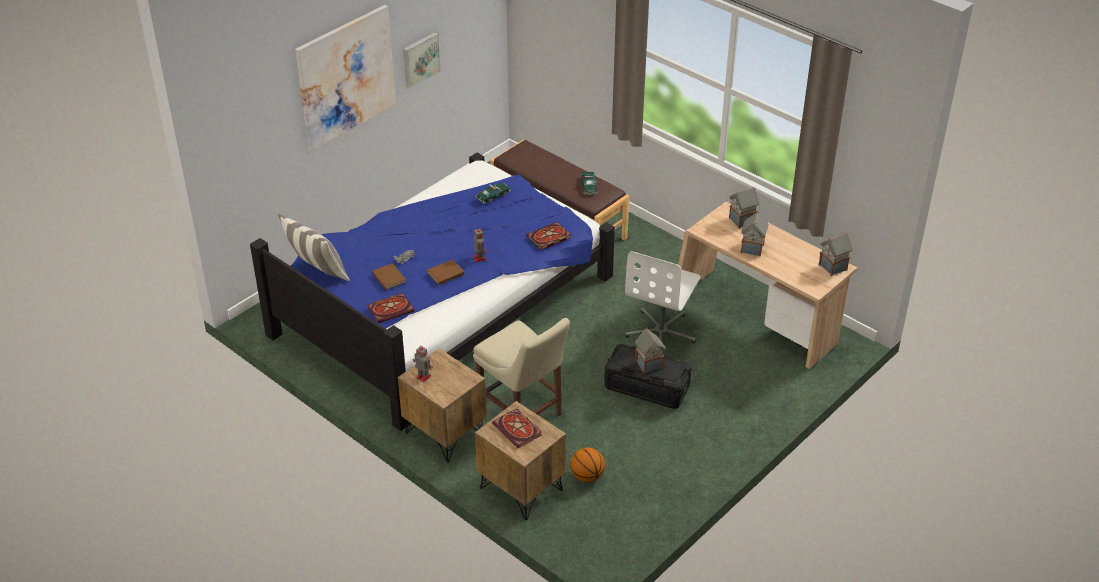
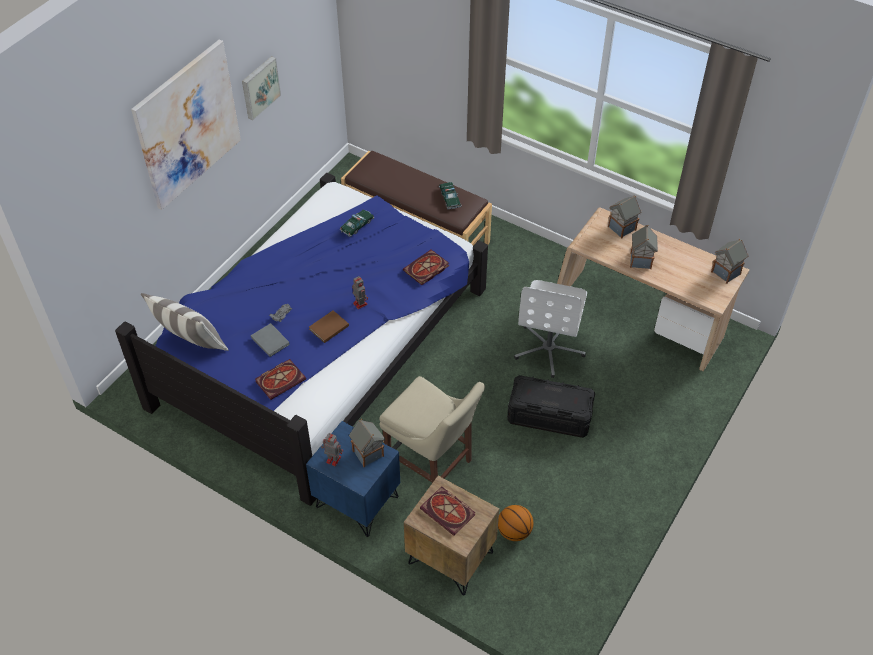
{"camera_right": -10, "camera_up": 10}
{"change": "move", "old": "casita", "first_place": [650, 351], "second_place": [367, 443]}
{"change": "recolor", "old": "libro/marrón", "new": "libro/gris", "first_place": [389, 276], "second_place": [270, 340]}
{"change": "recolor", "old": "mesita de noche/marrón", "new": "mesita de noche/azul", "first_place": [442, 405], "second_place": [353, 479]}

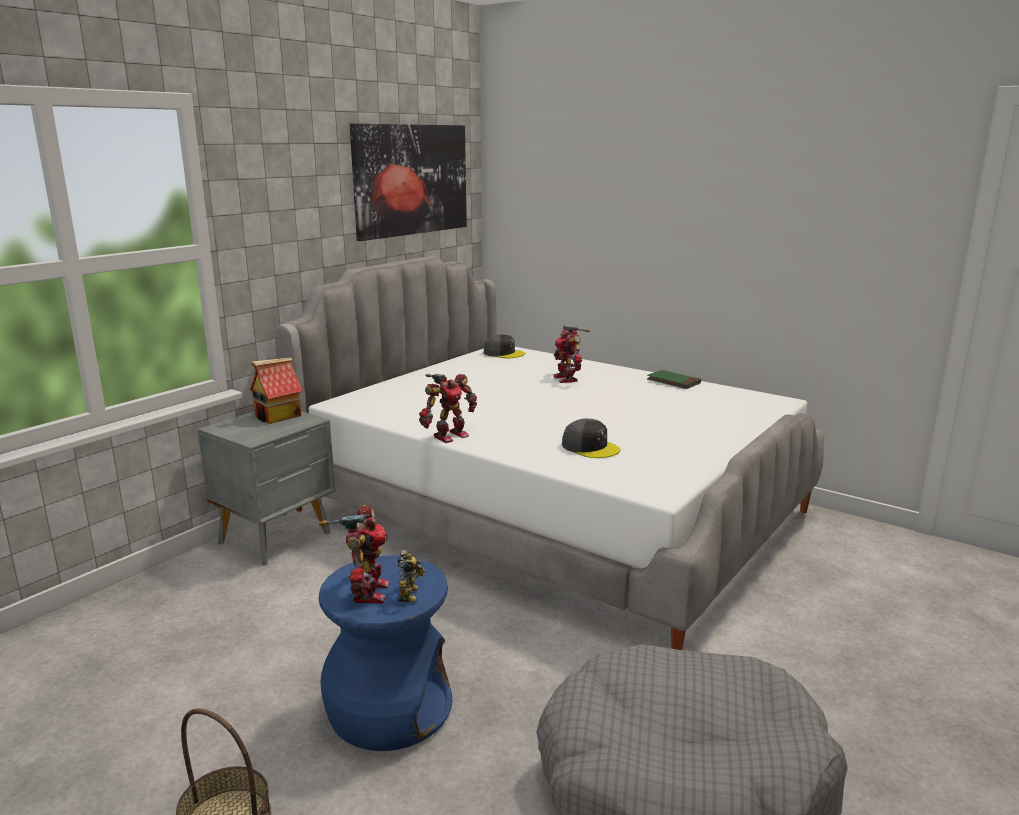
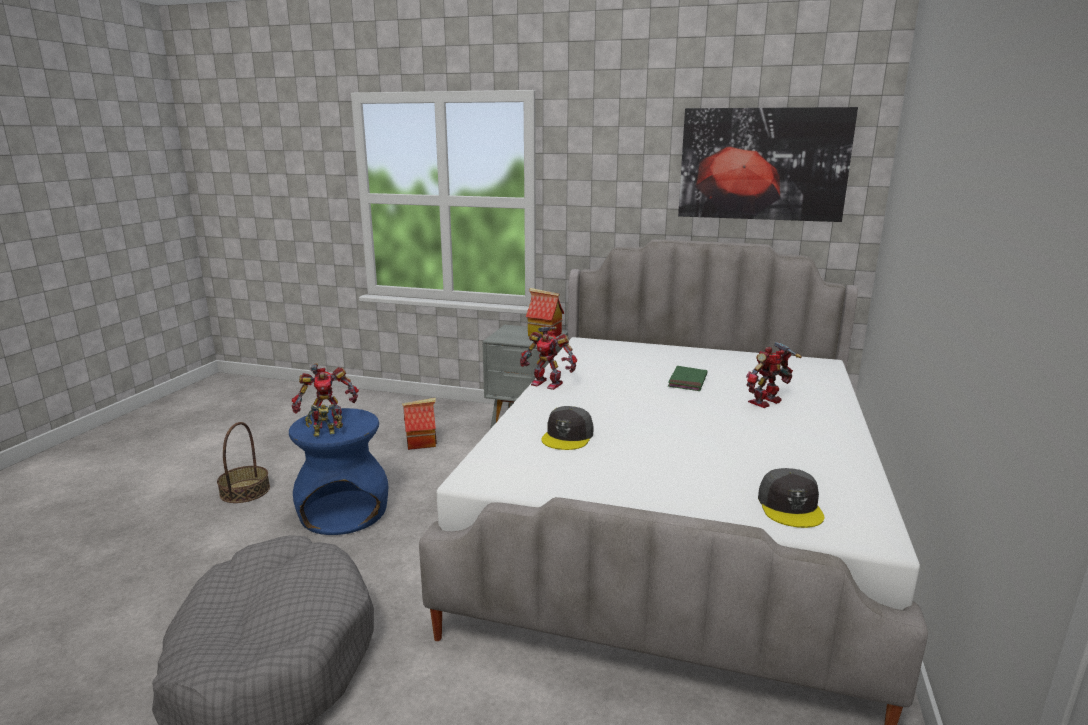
{"camera_right": 70, "camera_up": 0}
{"change": "insert", "new": "casita", "second_place": [419, 424]}
{"change": "move", "old": "gorra/gris", "first_place": [504, 346], "second_place": [791, 498]}
{"change": "move", "old": "libro/verde", "first_place": [674, 379], "second_place": [687, 378]}

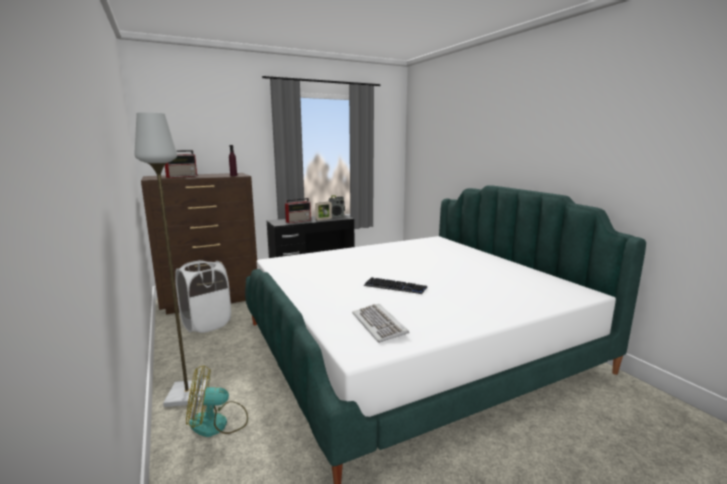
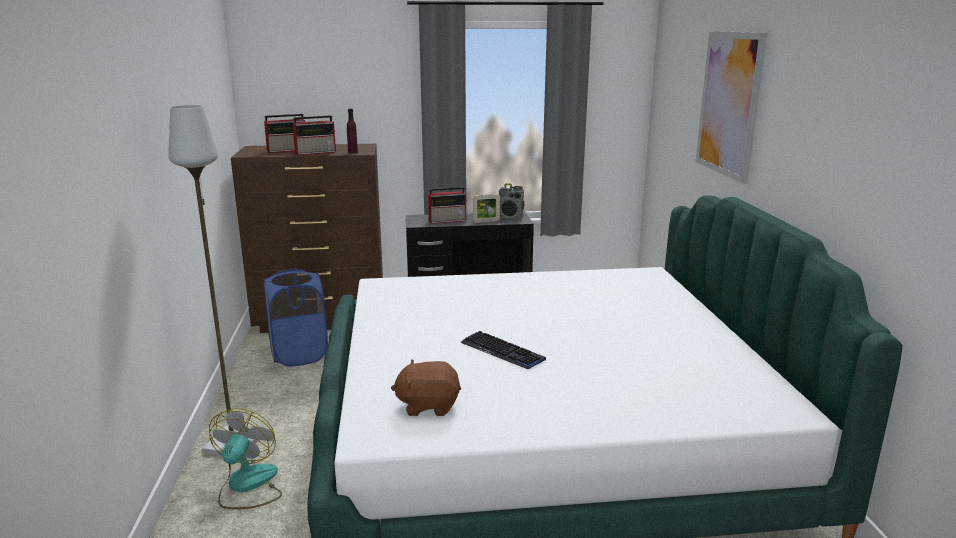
{"camera_right": 20, "camera_up": 5}
{"change": "insert", "new": "radio", "second_place": [314, 135]}
{"change": "insert", "new": "cuadro", "second_place": [731, 107]}
{"change": "replace", "old": "teclado", "new": "peluche/marrón", "first_place": [380, 323], "second_place": [426, 387]}
{"change": "recolor", "old": "cesto de la ropa/blanco", "new": "cesto de la ropa/azul", "first_place": [203, 296], "second_place": [295, 318]}
{"change": "rotate", "old": "ventilador", "first_place": [217, 401], "second_place": [245, 458], "degrees": 90}

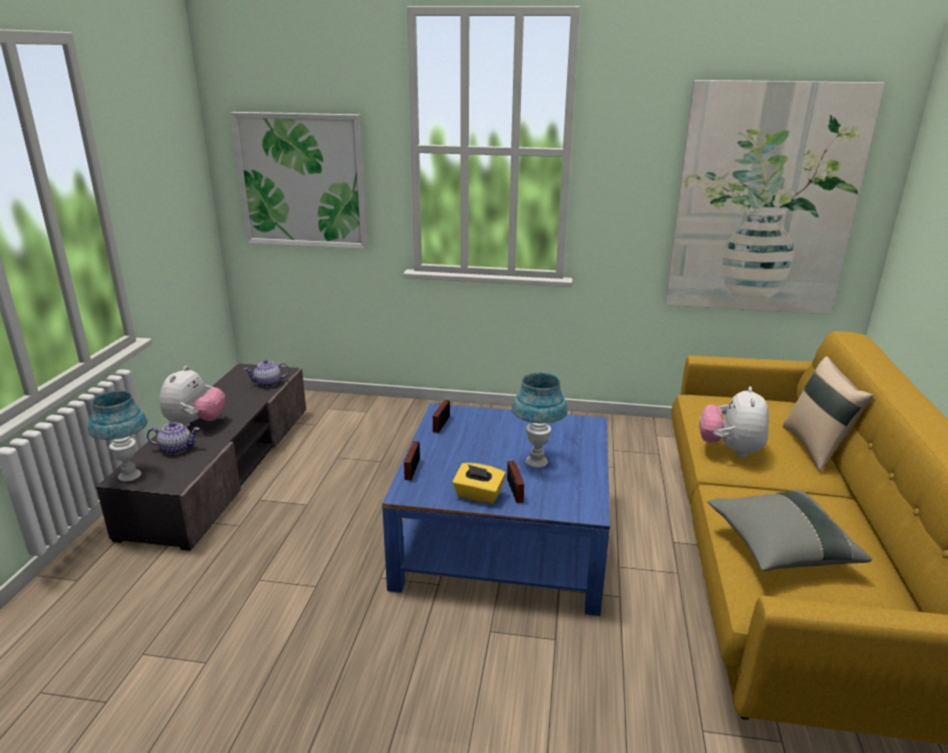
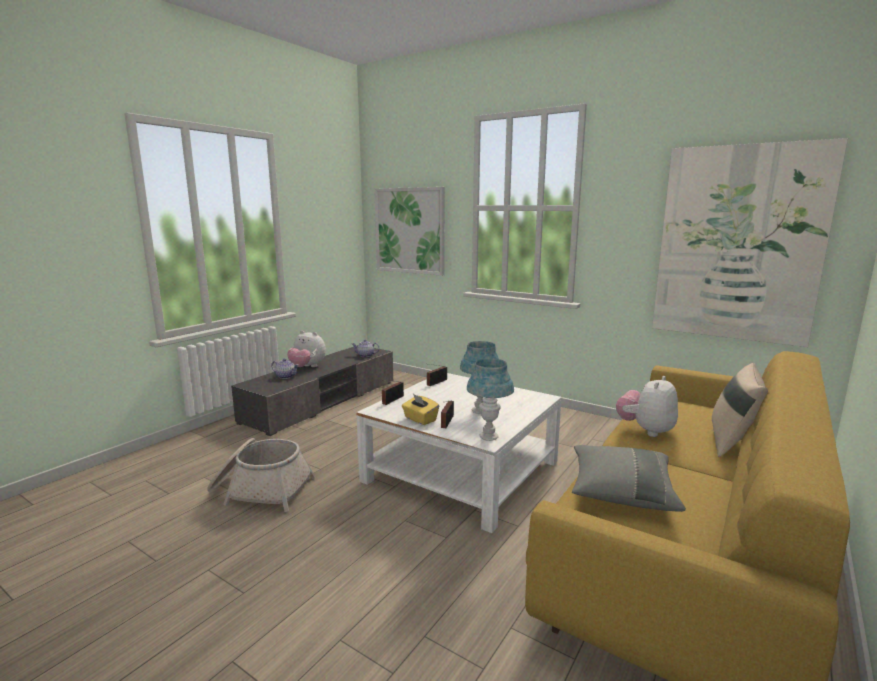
{"camera_right": 25, "camera_up": -10}
{"change": "insert", "new": "cesta", "second_place": [261, 475]}
{"change": "move", "old": "lámpara de mesa/azul", "first_place": [117, 436], "second_place": [490, 399]}
{"change": "recolor", "old": "mesa de centro/azul", "new": "mesa de centro/blanco", "first_place": [496, 509], "second_place": [459, 453]}
{"change": "rotate", "old": "peluche", "first_place": [192, 396], "second_place": [306, 349], "degrees": 75}

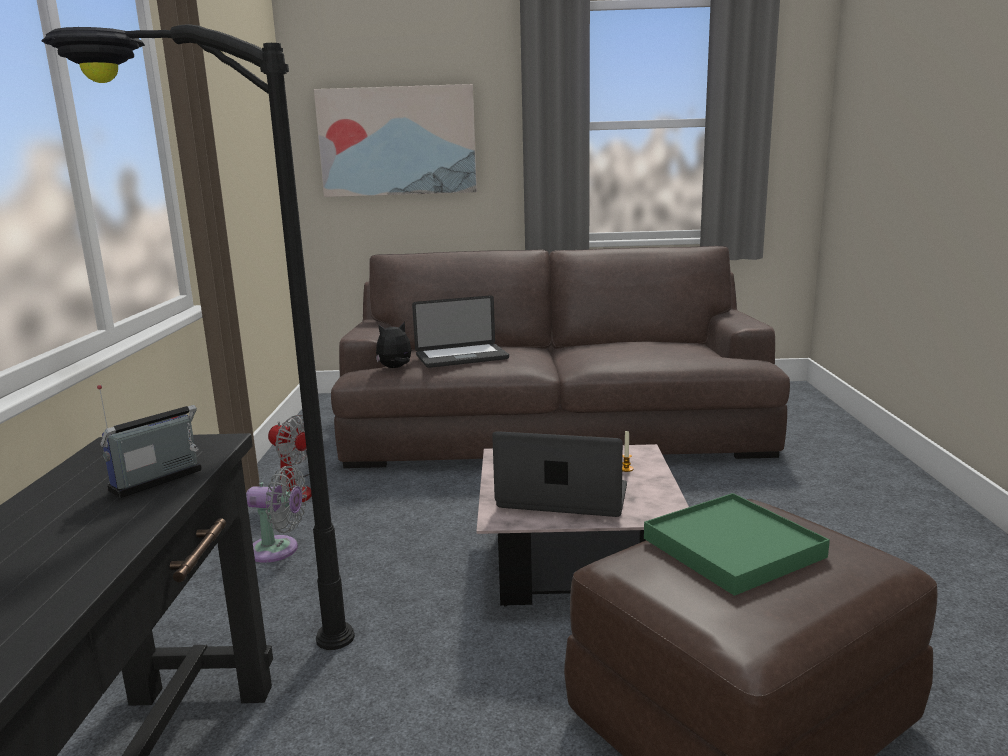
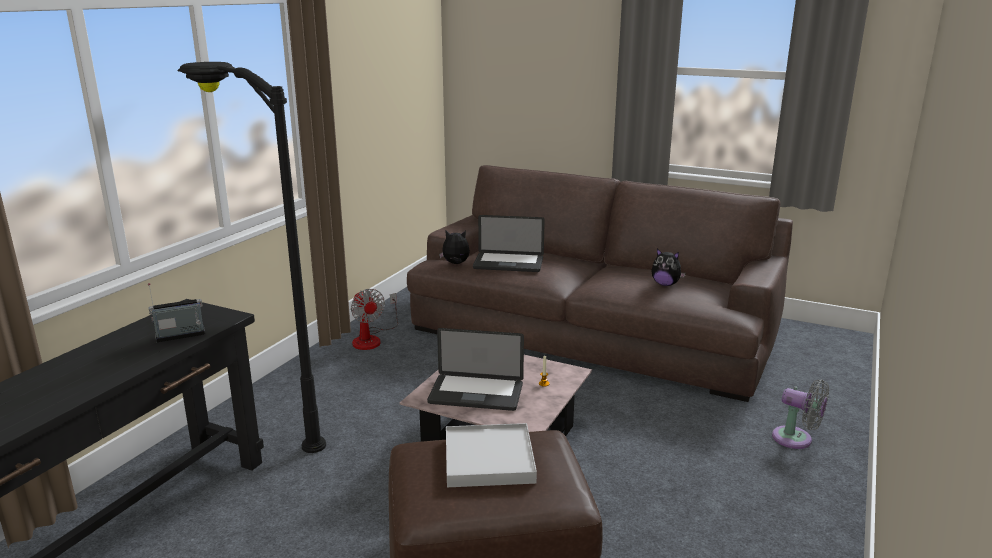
{"camera_right": 25, "camera_up": 5}
{"change": "delete", "old": "cuadro", "first_place": [395, 140]}
{"change": "insert", "new": "peluche", "second_place": [668, 267]}
{"change": "move", "old": "ventilador/gris", "first_place": [276, 514], "second_place": [800, 414]}
{"change": "recolor", "old": "bandeja/verde", "new": "bandeja/blanco", "first_place": [737, 544], "second_place": [491, 455]}
{"change": "rotate", "old": "portátil", "first_place": [559, 474], "second_place": [475, 369], "degrees": 150}

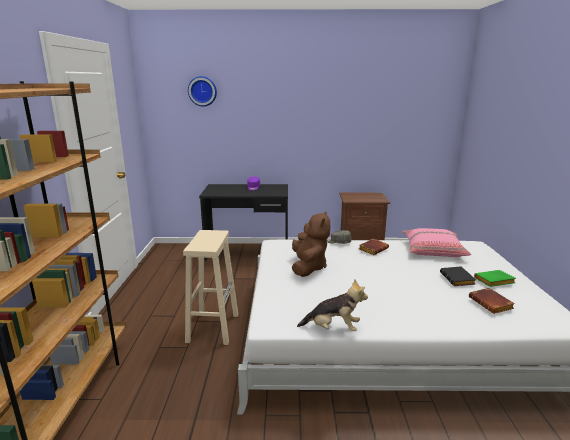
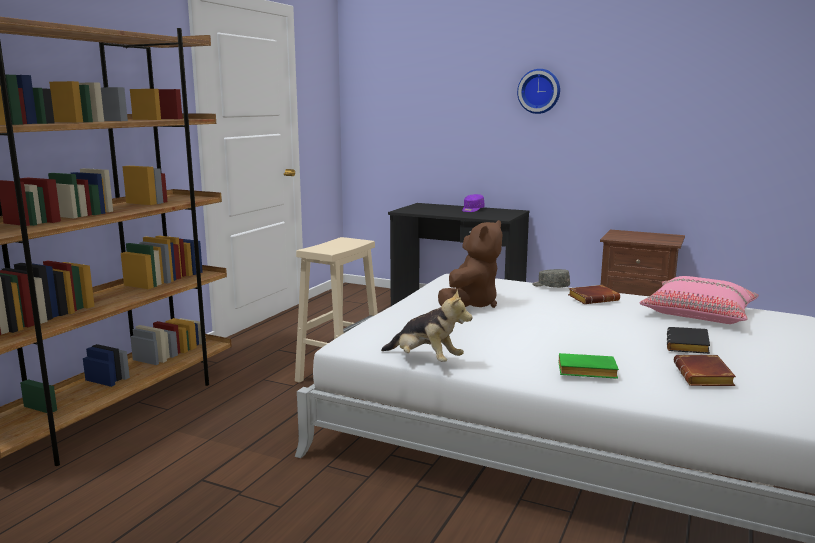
{"camera_right": 25, "camera_up": -5}
{"change": "move", "old": "reloj de pared", "first_place": [202, 91], "second_place": [538, 91]}
{"change": "move", "old": "libro/verde", "first_place": [495, 278], "second_place": [589, 366]}

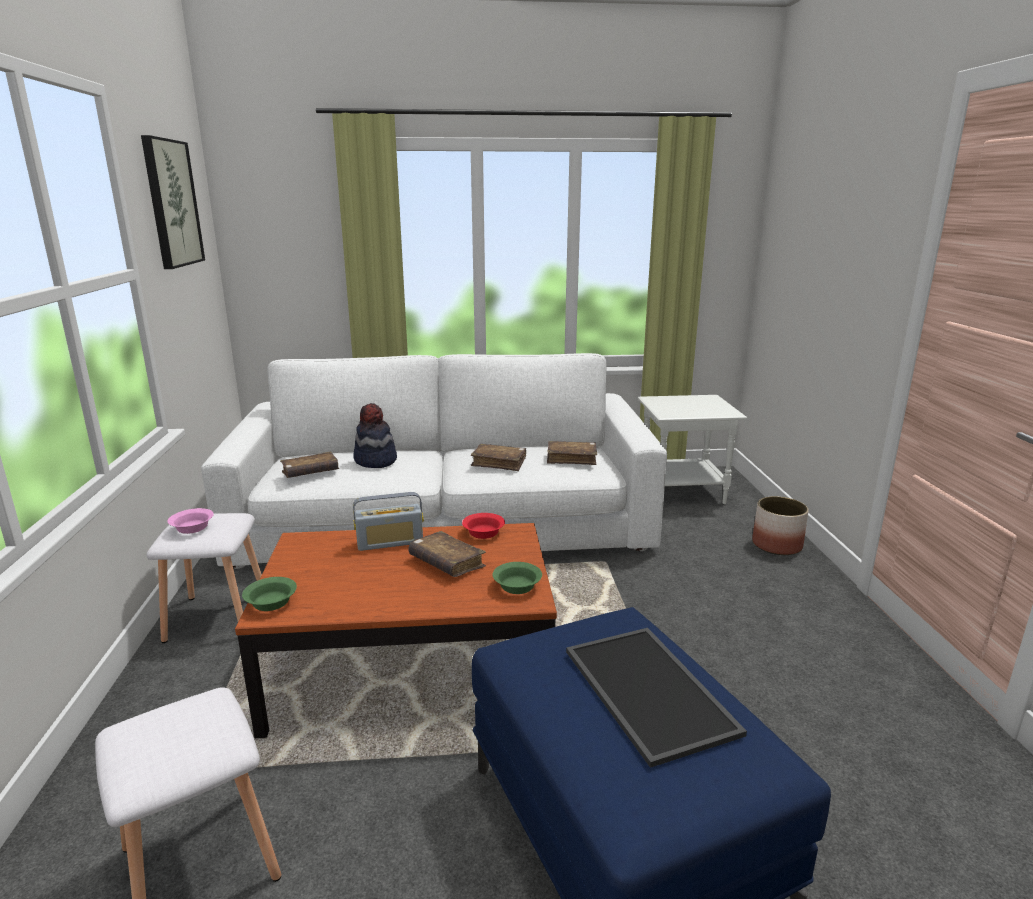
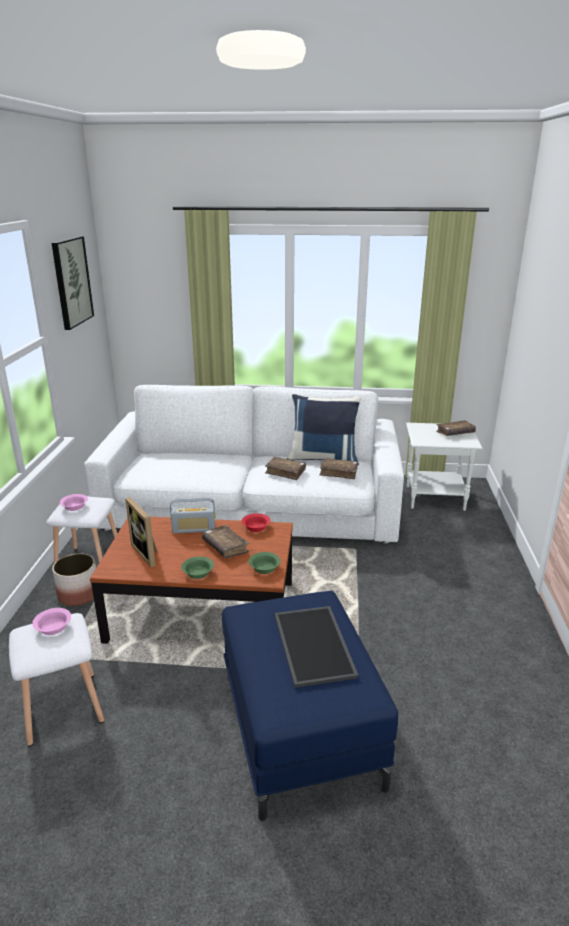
{"camera_right": 10, "camera_up": 5}
{"change": "delete", "old": "sombrero", "first_place": [375, 435]}
{"change": "insert", "new": "cuenco/rosa", "second_place": [51, 621]}
{"change": "insert", "new": "portarretratos", "second_place": [141, 532]}
{"change": "insert", "new": "cojín/azul", "second_place": [324, 430]}
{"change": "move", "old": "cuenco/verde", "first_place": [269, 594], "second_place": [197, 568]}
{"change": "move", "old": "libro/marrón", "first_place": [309, 464], "second_place": [456, 428]}
{"change": "move", "old": "maceta", "first_place": [780, 525], "second_place": [74, 579]}

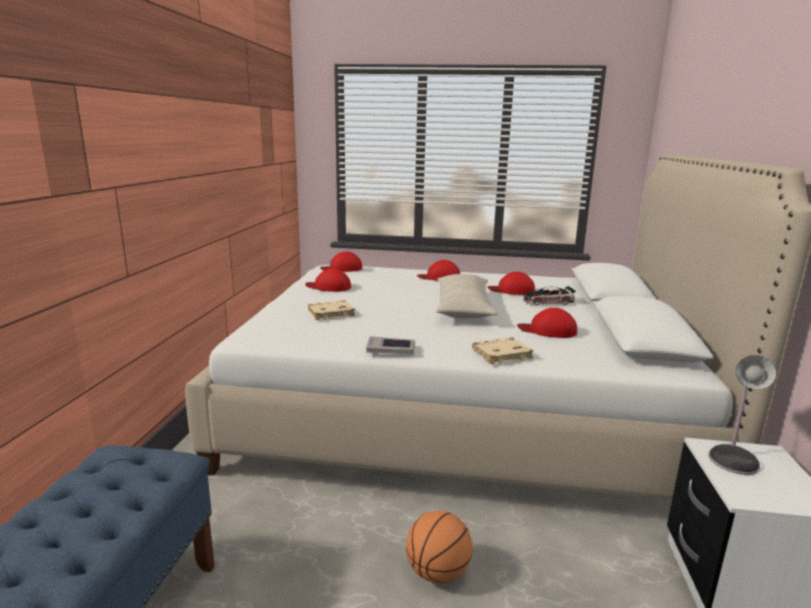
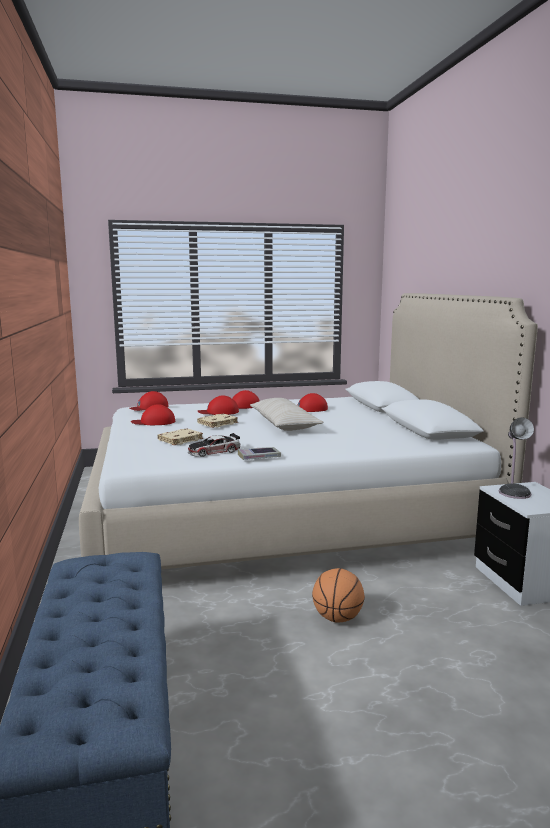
{"camera_right": -20, "camera_up": -5}
{"change": "move", "old": "libro/beis", "first_place": [502, 351], "second_place": [217, 421]}
{"change": "move", "old": "gorra/rojo", "first_place": [547, 323], "second_place": [218, 405]}
{"change": "move", "old": "coche de juguete", "first_place": [549, 296], "second_place": [214, 445]}

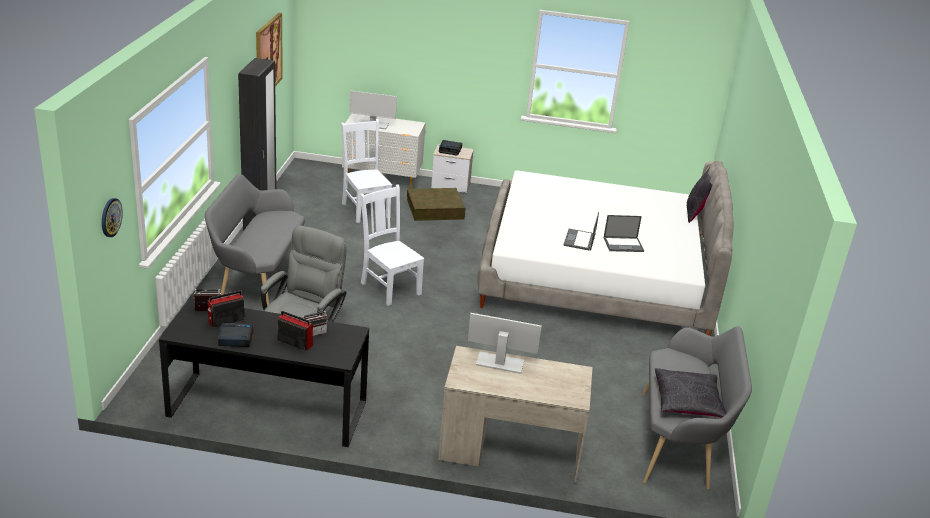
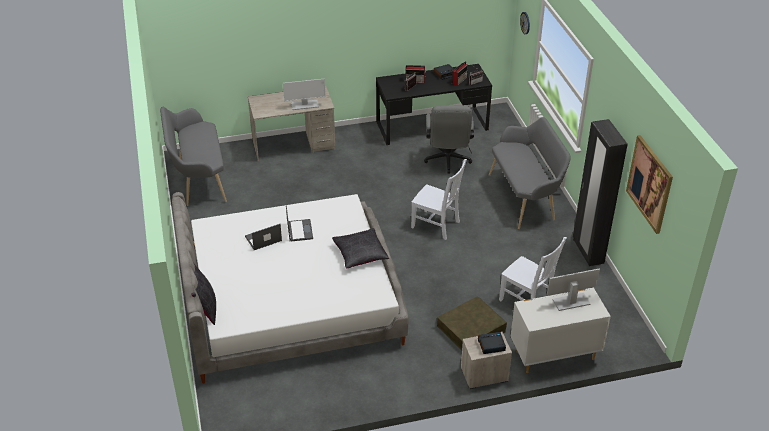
{"camera_right": 160, "camera_up": 10}
{"change": "move", "old": "cojín/negro", "first_place": [691, 393], "second_place": [360, 248]}

